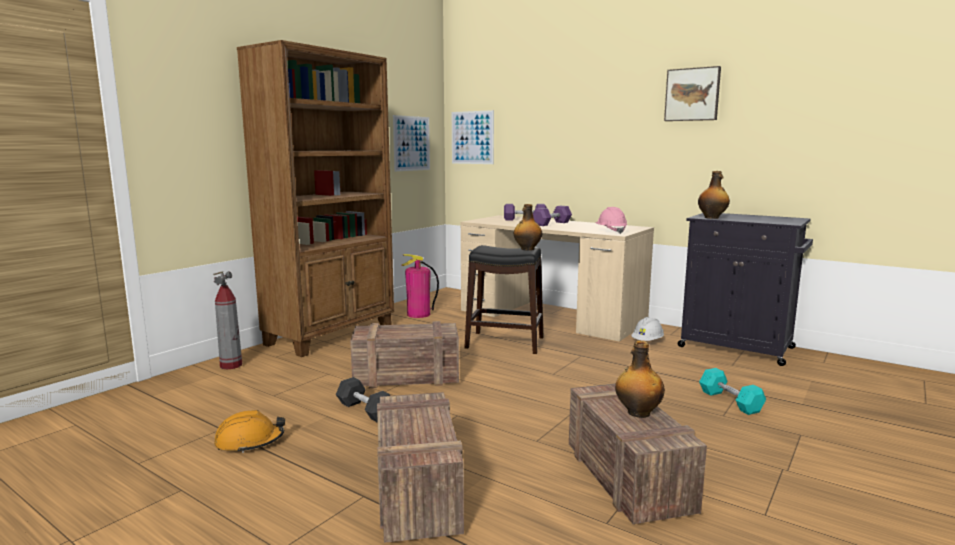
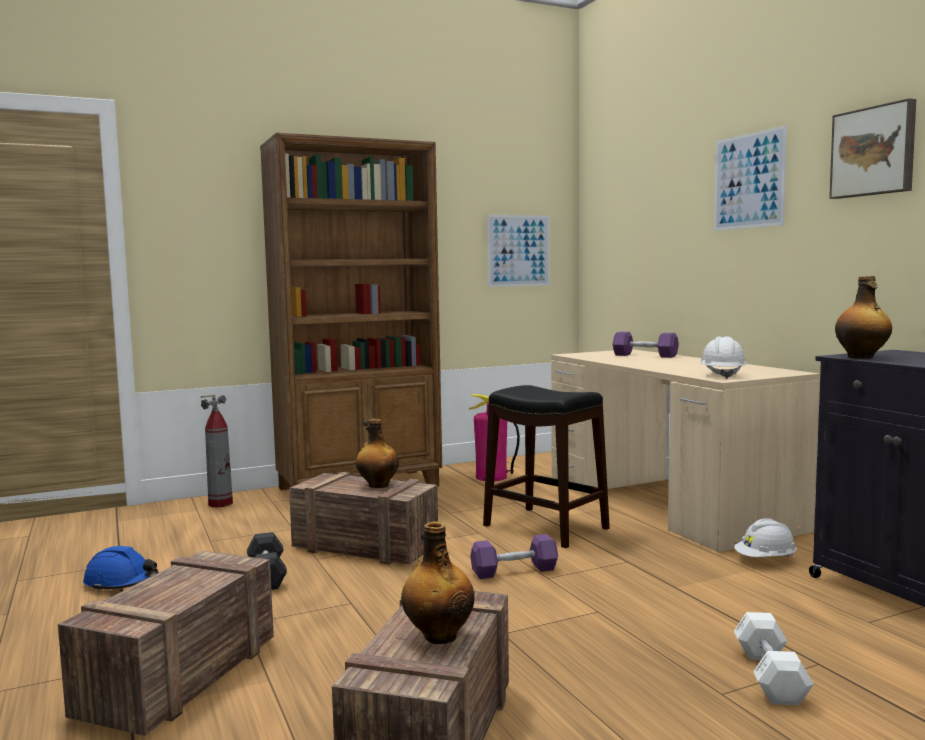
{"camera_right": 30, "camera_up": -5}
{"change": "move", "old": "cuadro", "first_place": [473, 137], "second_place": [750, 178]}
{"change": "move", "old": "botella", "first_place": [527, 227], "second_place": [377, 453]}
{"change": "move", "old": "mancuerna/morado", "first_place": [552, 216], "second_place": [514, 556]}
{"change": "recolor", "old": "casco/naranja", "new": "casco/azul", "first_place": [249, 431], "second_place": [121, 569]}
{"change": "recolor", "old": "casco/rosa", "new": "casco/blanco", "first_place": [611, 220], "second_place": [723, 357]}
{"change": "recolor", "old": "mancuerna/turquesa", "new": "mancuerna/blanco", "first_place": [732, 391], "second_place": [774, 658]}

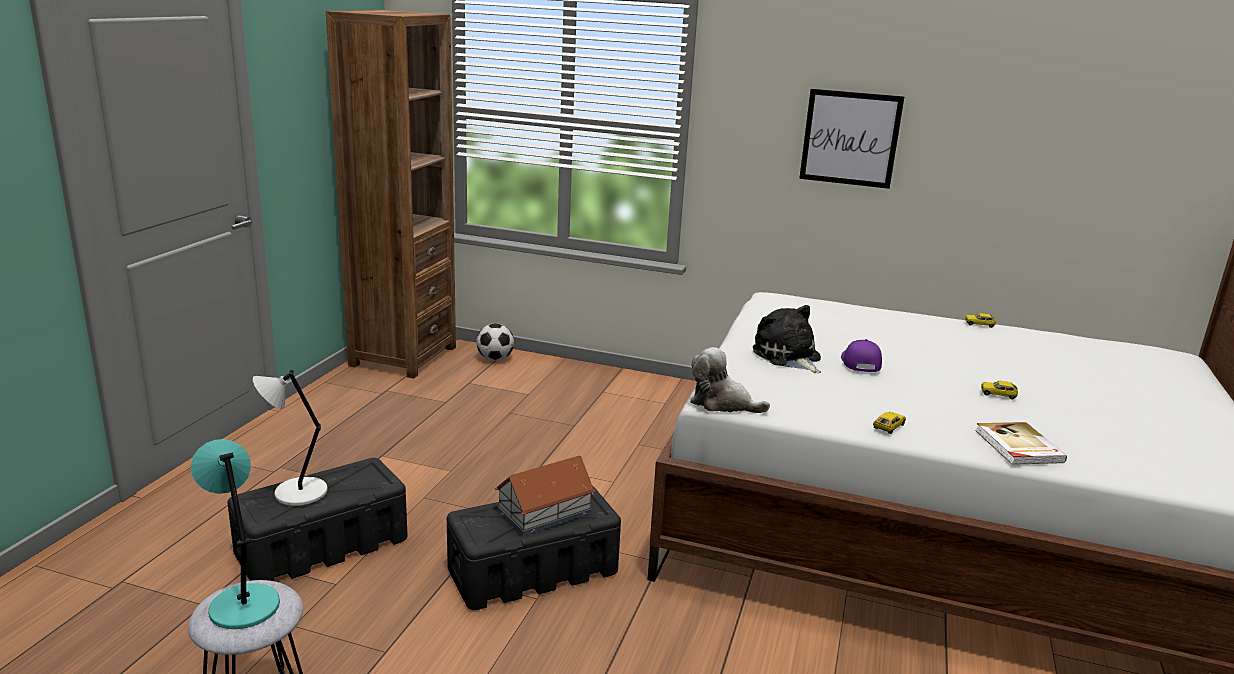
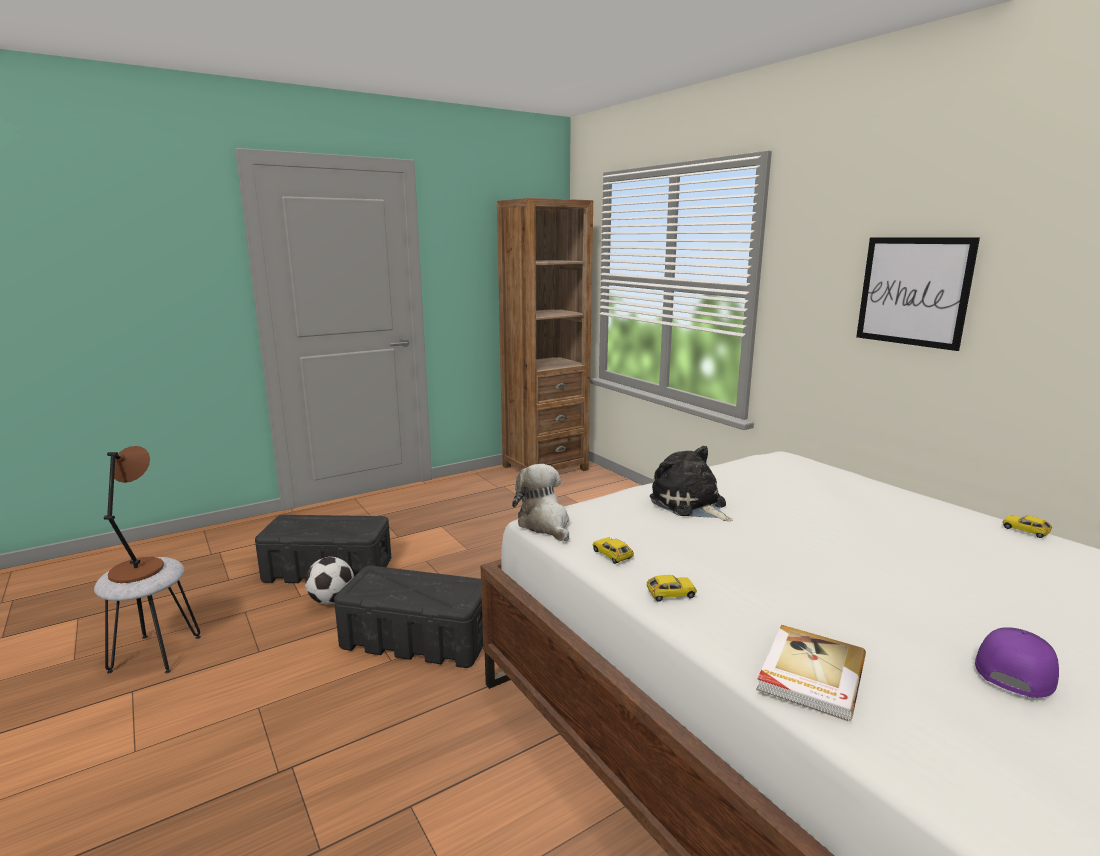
{"camera_right": 40, "camera_up": -5}
{"change": "delete", "old": "lámpara de mesa/gris", "first_place": [290, 438]}
{"change": "delete", "old": "casita", "first_place": [545, 496]}
{"change": "move", "old": "balón de fútbol", "first_place": [495, 342], "second_place": [329, 580]}
{"change": "move", "old": "gorra/morado", "first_place": [861, 355], "second_place": [1017, 662]}
{"change": "move", "old": "coche de juguete", "first_place": [999, 390], "second_place": [613, 550]}
{"change": "recolor", "old": "lámpara de mesa/turquesa", "new": "lámpara de mesa/marrón", "first_place": [235, 534], "second_place": [134, 514]}
{"change": "rotate", "old": "peluche", "first_place": [787, 339], "second_place": [691, 483], "degrees": -45}

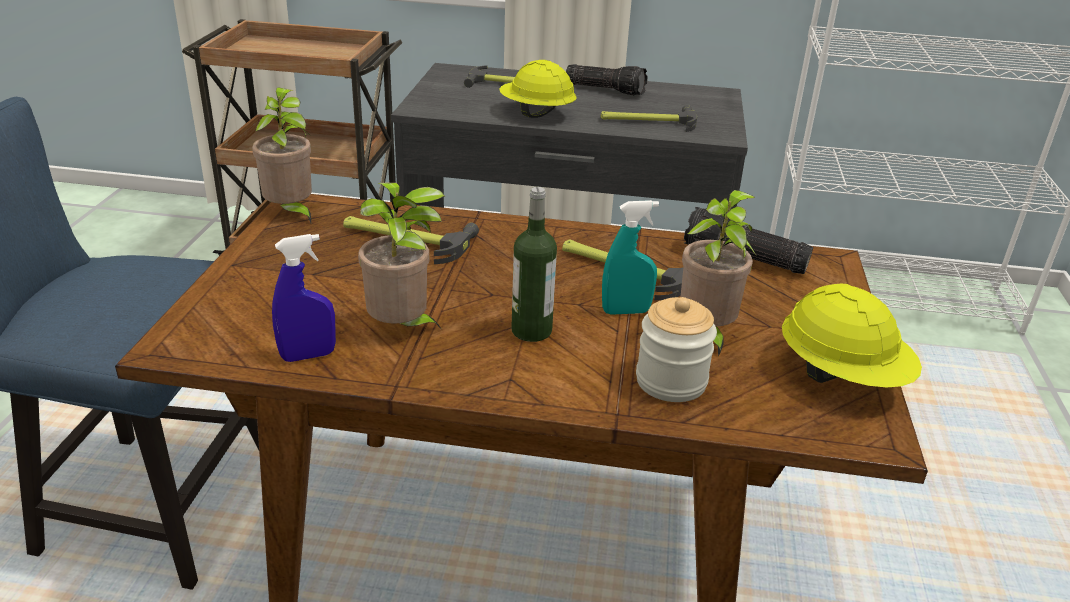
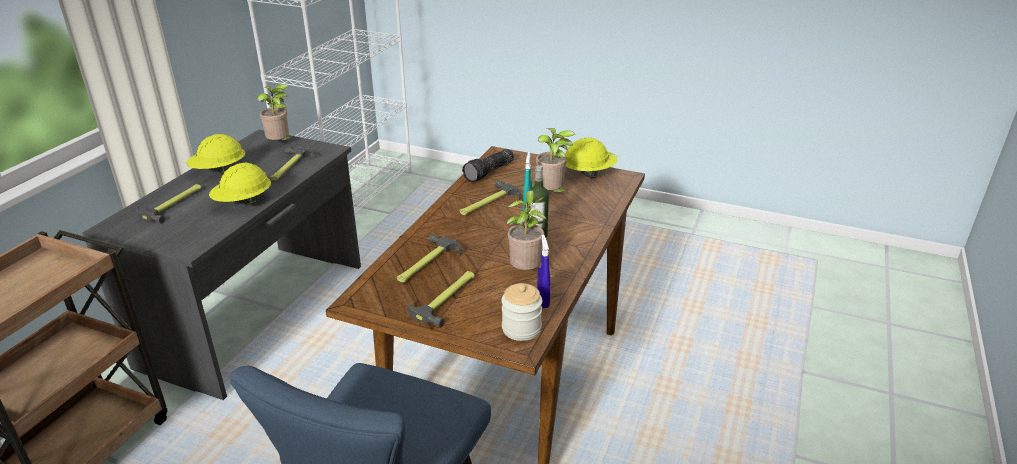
{"camera_right": -75, "camera_up": 0}
{"change": "insert", "new": "martillo", "second_place": [441, 299]}
{"change": "move", "old": "planta en maceta", "first_place": [282, 155], "second_place": [276, 112]}
{"change": "move", "old": "tarro", "first_place": [676, 349], "second_place": [522, 312]}
{"change": "replace", "old": "linterna", "new": "casco/amarillo", "first_place": [607, 80], "second_place": [215, 154]}

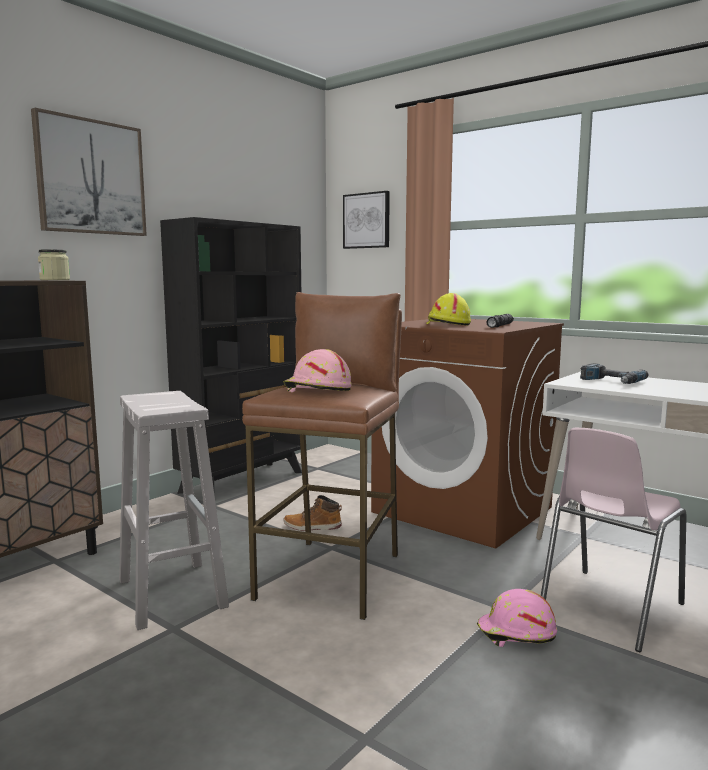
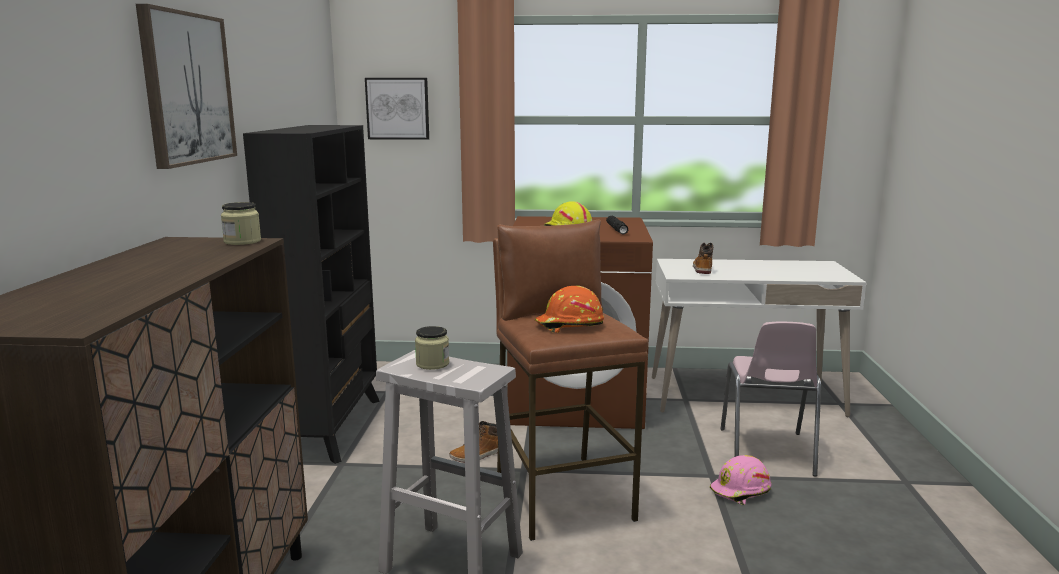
{"camera_right": -35, "camera_up": 5}
{"change": "insert", "new": "tarro", "second_place": [432, 348]}
{"change": "replace", "old": "taladro", "new": "bota", "first_place": [614, 373], "second_place": [703, 258]}
{"change": "recolor", "old": "casco/rosa", "new": "casco/naranja", "first_place": [318, 370], "second_place": [569, 309]}

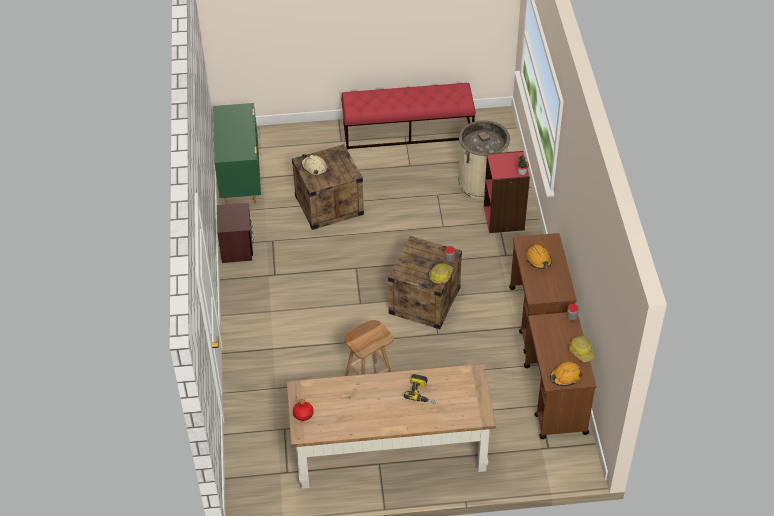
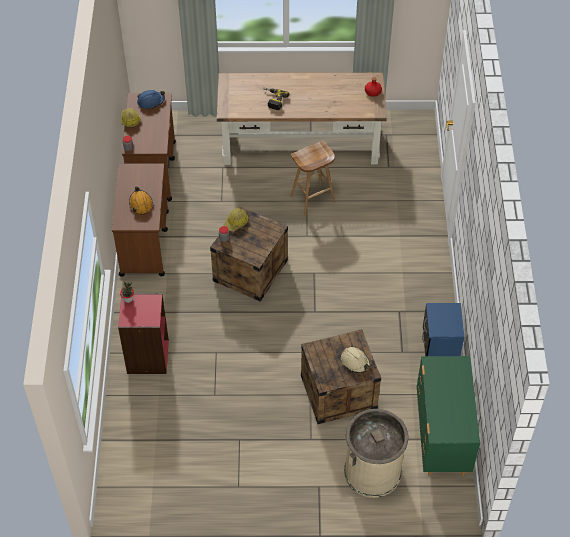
{"camera_right": -175, "camera_up": 5}
{"change": "delete", "old": "banco/rojo", "first_place": [408, 116]}
{"change": "move", "old": "papelera/beis", "first_place": [484, 159], "second_place": [376, 453]}
{"change": "recolor", "old": "mesita de noche/marrón", "new": "mesita de noche/azul", "first_place": [235, 233], "second_place": [443, 329]}
{"change": "recolor", "old": "casco/naranja", "new": "casco/azul", "first_place": [566, 374], "second_place": [151, 99]}

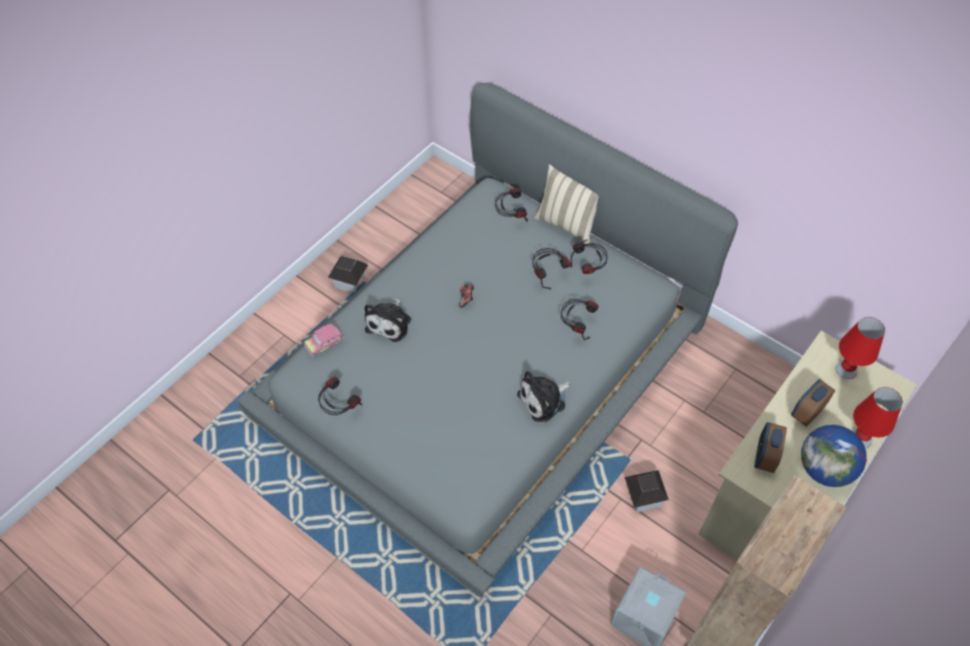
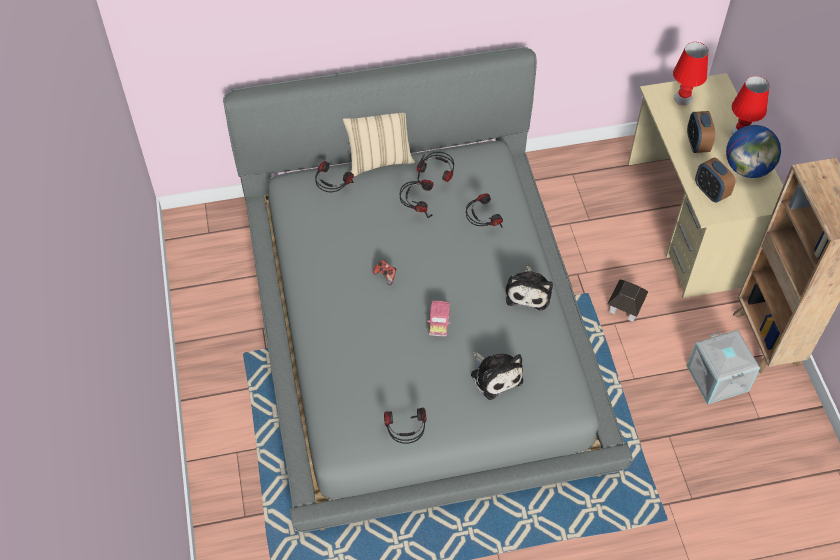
{"camera_right": -50, "camera_up": 0}
{"change": "delete", "old": "casita", "first_place": [348, 274]}
{"change": "move", "old": "coche de juguete", "first_place": [324, 340], "second_place": [439, 318]}
{"change": "move", "old": "peluche", "first_place": [387, 320], "second_place": [497, 376]}

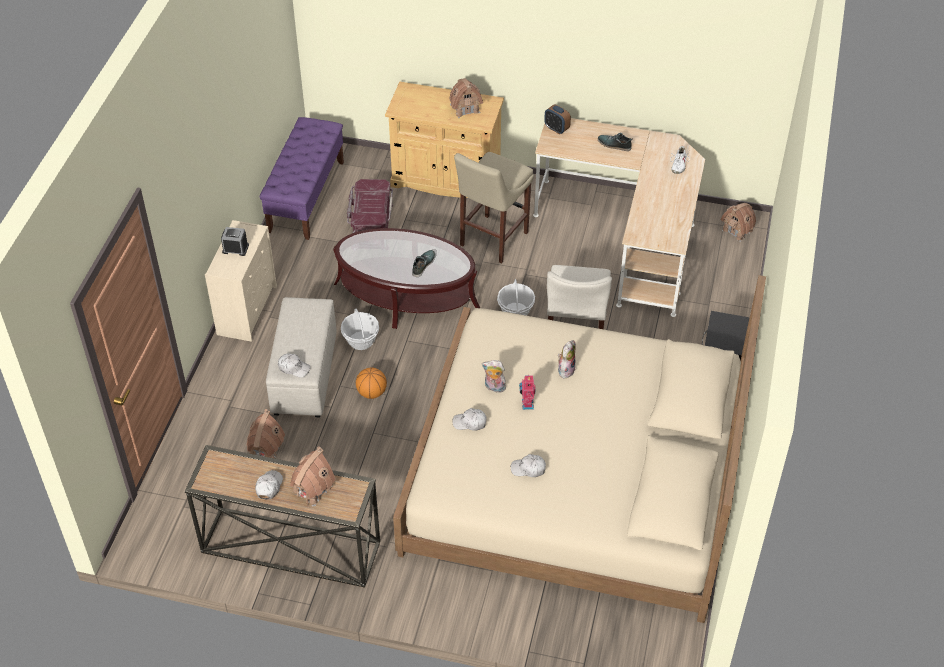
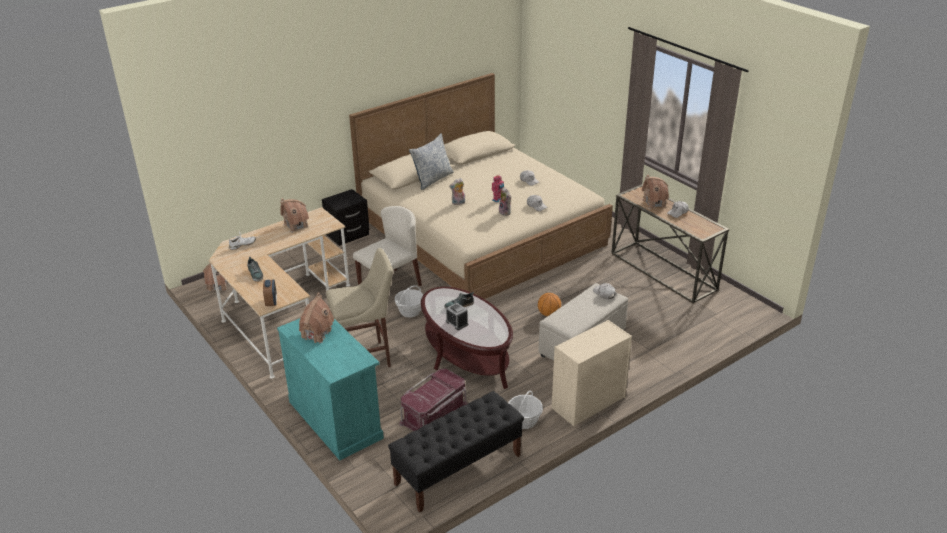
{"camera_right": -140, "camera_up": -15}
{"change": "insert", "new": "cojín", "second_place": [431, 162]}
{"change": "move", "old": "despertador", "first_place": [235, 241], "second_place": [457, 316]}
{"change": "move", "old": "casita", "first_place": [266, 434], "second_place": [294, 215]}
{"change": "move", "old": "cesta", "first_place": [360, 329], "second_place": [526, 410]}
{"change": "recolor", "old": "banco/morado", "new": "banco/negro", "first_place": [302, 178], "second_place": [456, 451]}
{"change": "recolor", "old": "armario/beis", "new": "armario/turquesa", "first_place": [444, 140], "second_place": [330, 389]}

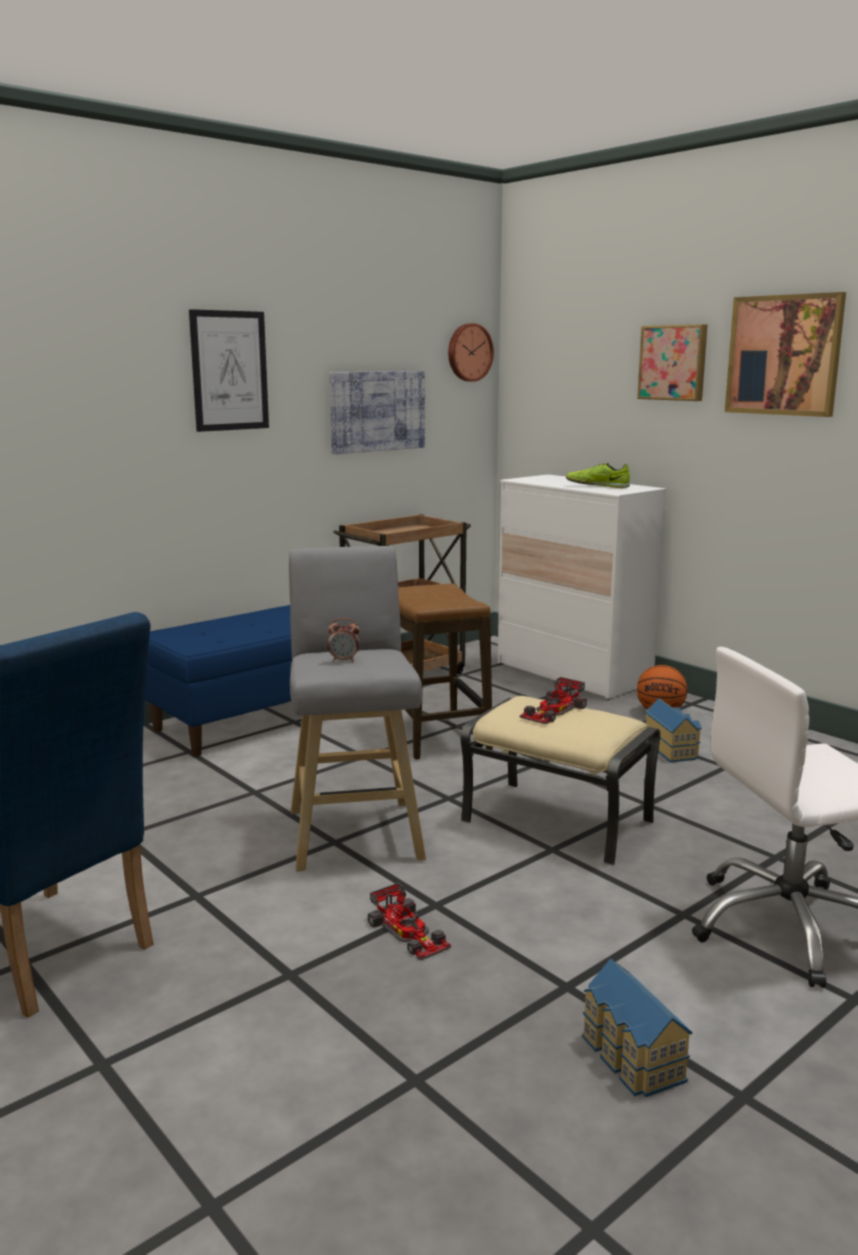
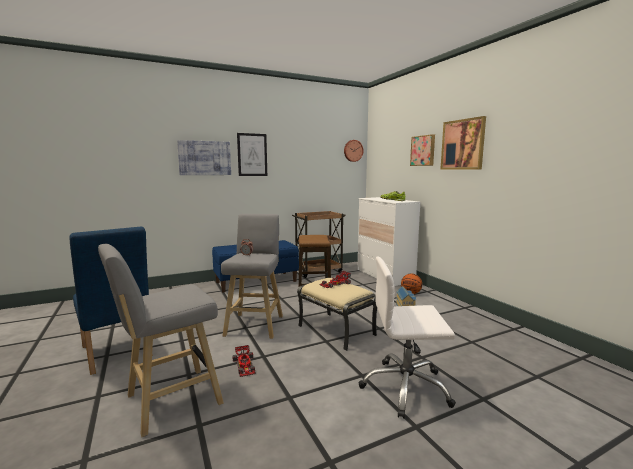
{"camera_right": 15, "camera_up": -5}
{"change": "delete", "old": "casita", "first_place": [637, 1027]}
{"change": "insert", "new": "taburete/gris", "second_place": [161, 340]}
{"change": "move", "old": "cuadro", "first_place": [377, 412], "second_place": [204, 157]}

